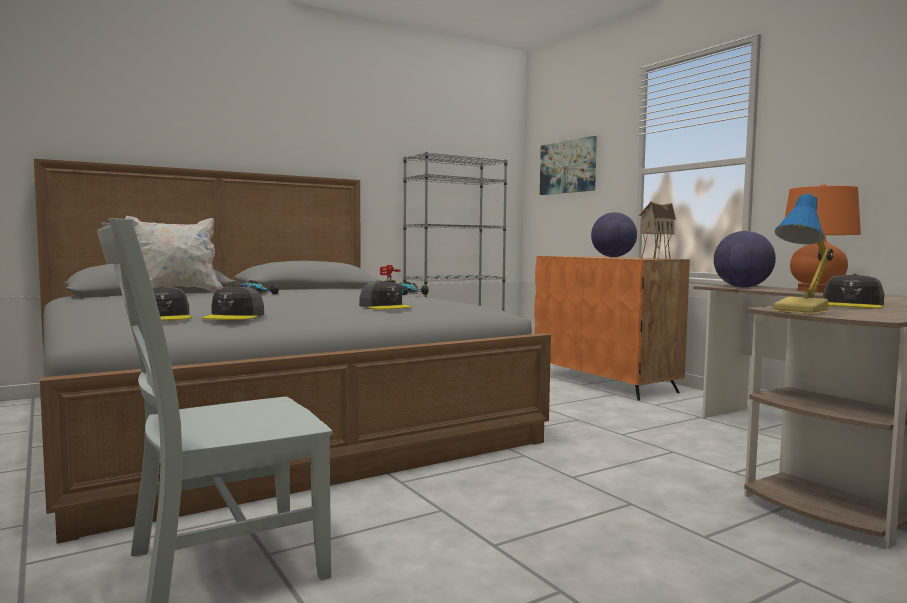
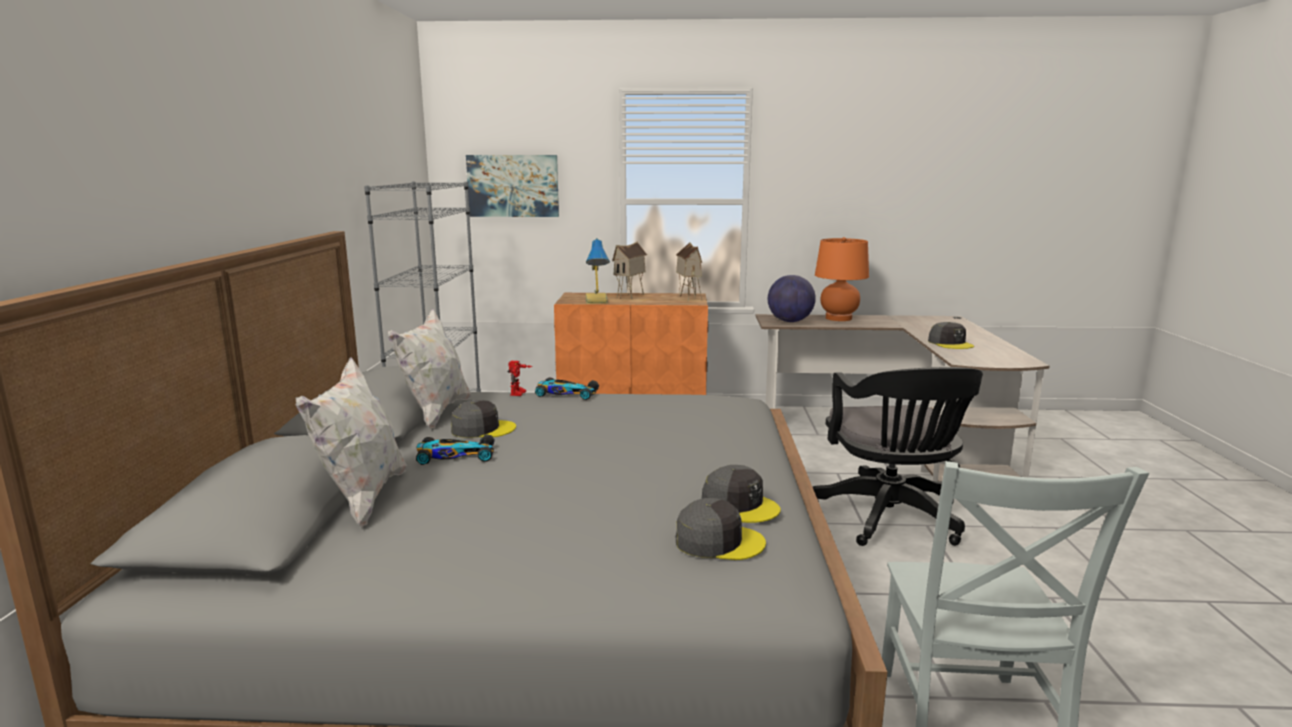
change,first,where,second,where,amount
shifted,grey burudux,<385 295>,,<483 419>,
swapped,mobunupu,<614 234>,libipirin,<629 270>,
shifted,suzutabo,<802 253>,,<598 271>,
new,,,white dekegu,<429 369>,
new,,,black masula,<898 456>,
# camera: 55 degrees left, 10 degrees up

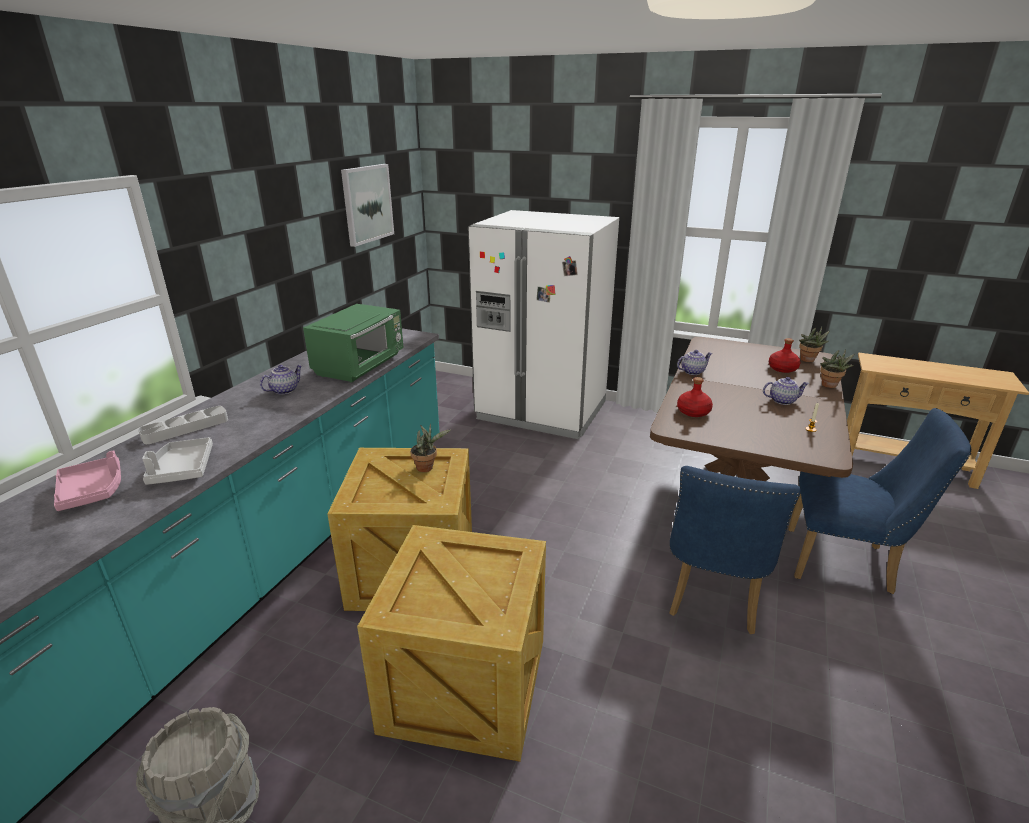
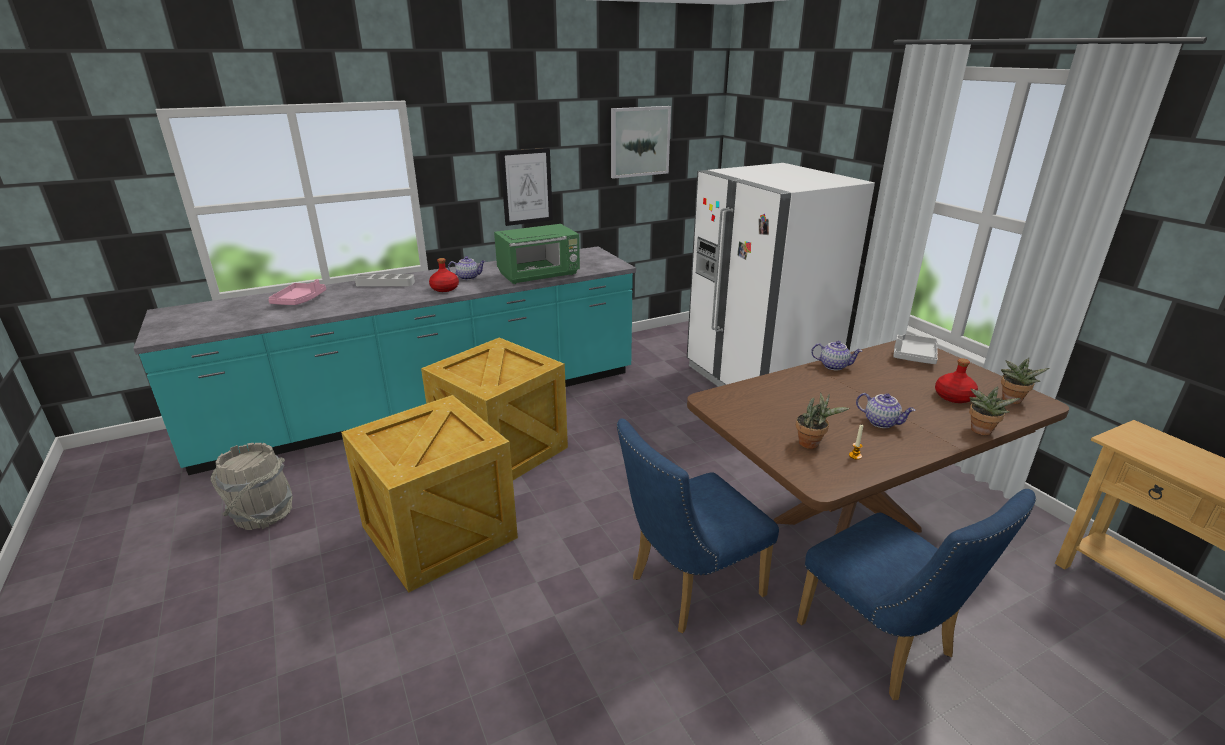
change,first,where,second,where,amount
shifted,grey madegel,<177 461>,,<915 349>,
shifted,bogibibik,<430 448>,,<822 420>,
shifted,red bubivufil,<695 397>,,<444 275>,
new,,,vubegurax,<526 187>,
# camera: 40 degrees right, 0 degrees up

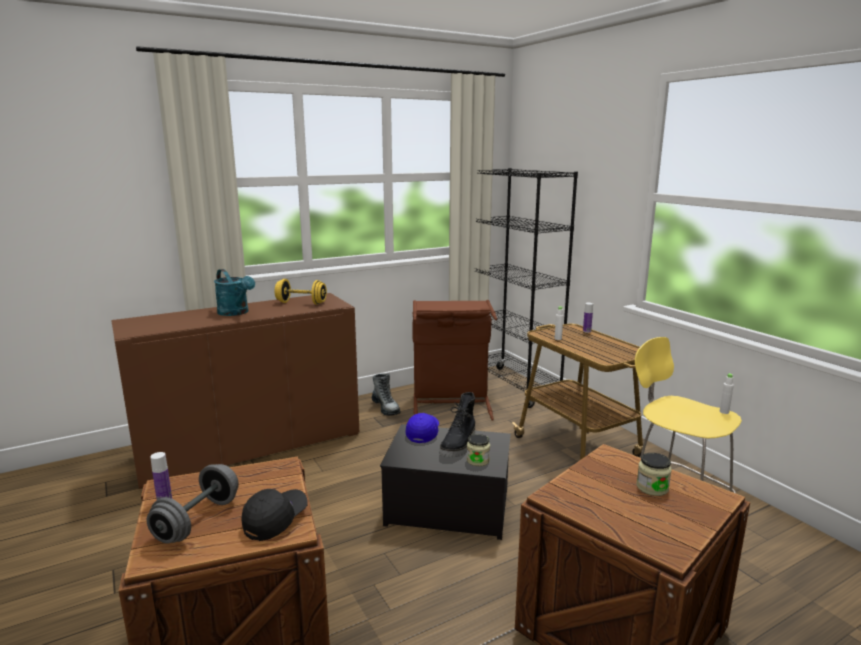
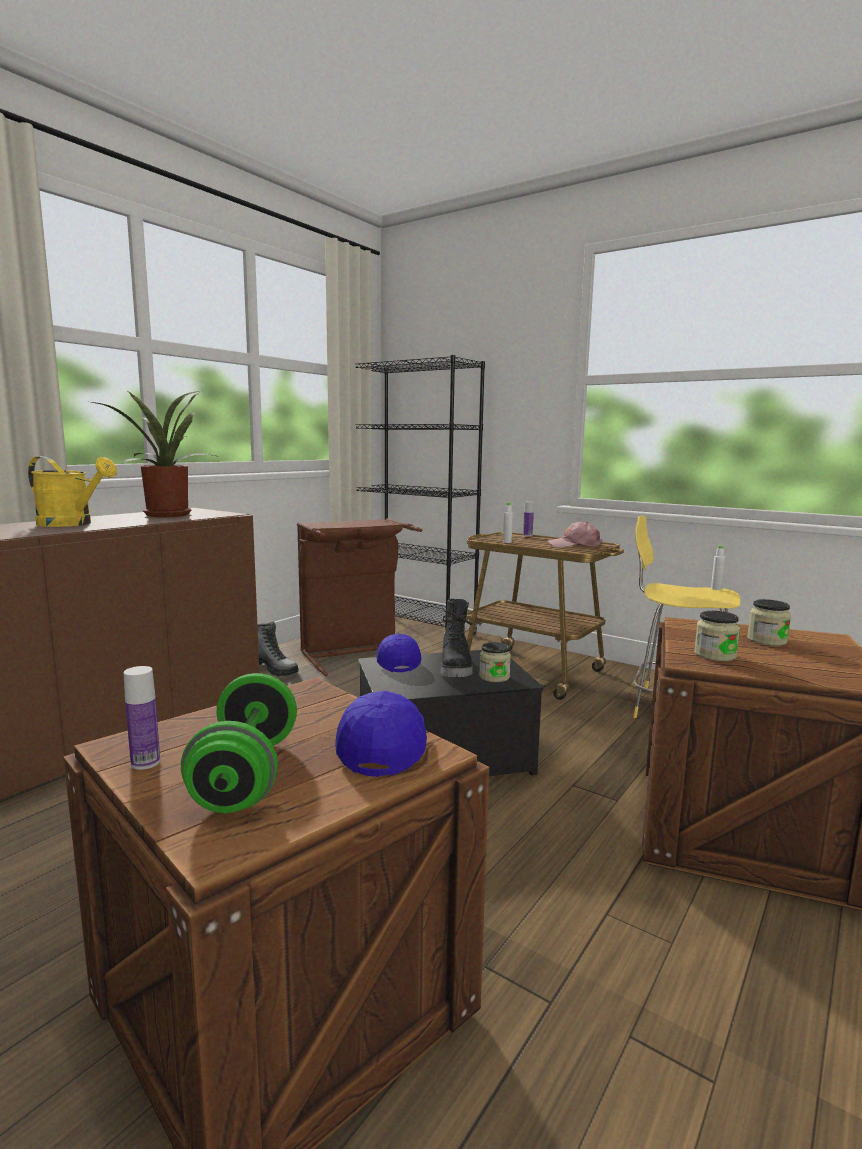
change,first,where,second,where,amount
repainted,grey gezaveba,<192 504>,green gezaveba,<239 743>,
repainted,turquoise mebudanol,<234 292>,yellow mebudanol,<72 491>,
repainted,black burudux,<274 515>,blue burudux,<381 734>,
swapped,yellow gezaveba,<301 292>,bogibibik,<156 453>,
new,,,pink burudux,<575 534>,
new,,,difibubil,<717 636>,
# camera: 25 degrees left, 5 degrees down

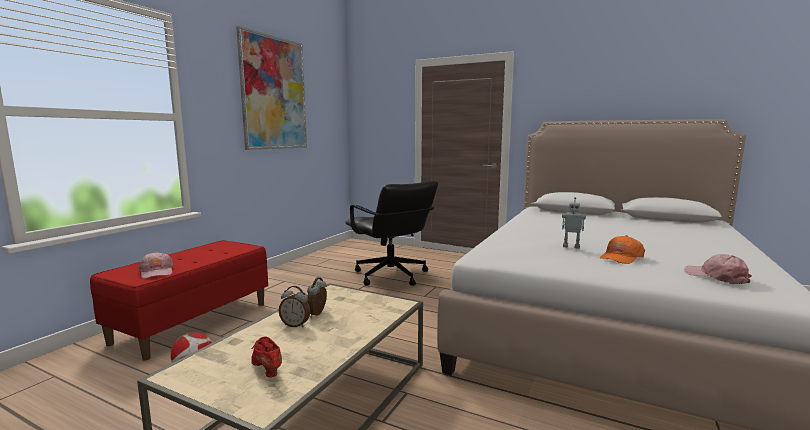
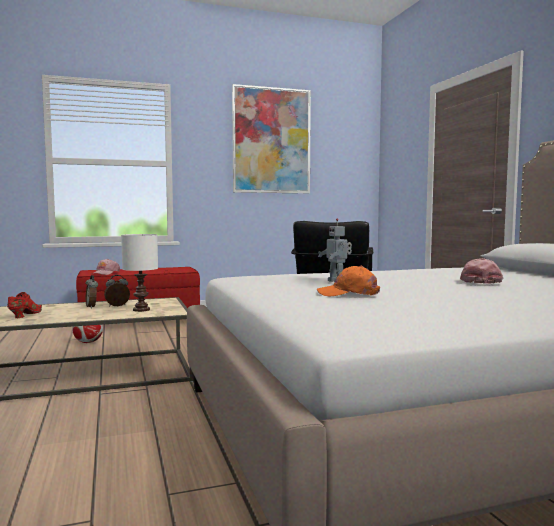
change,first,where,second,where,amount
shifted,pink burudux,<718 269>,,<481 271>,
new,,,white suzutabo,<139 273>,
# camera: 45 degrees right, 5 degrees down

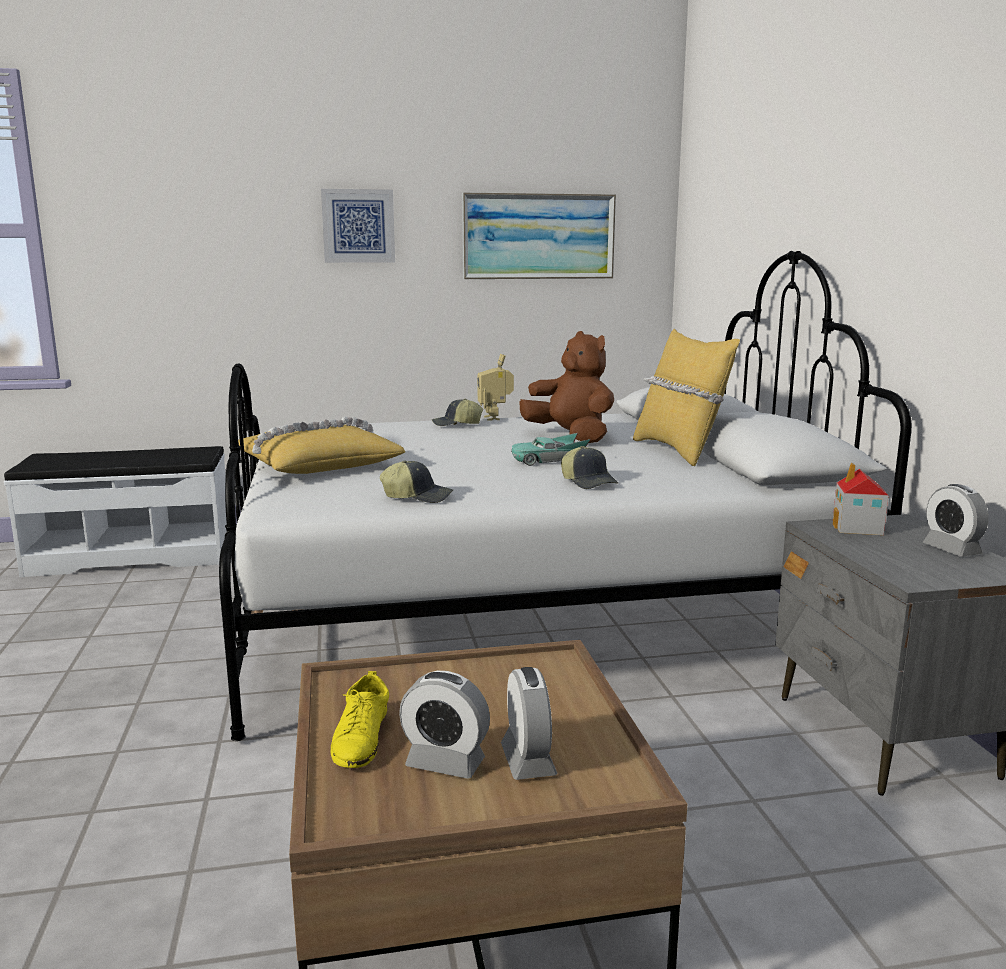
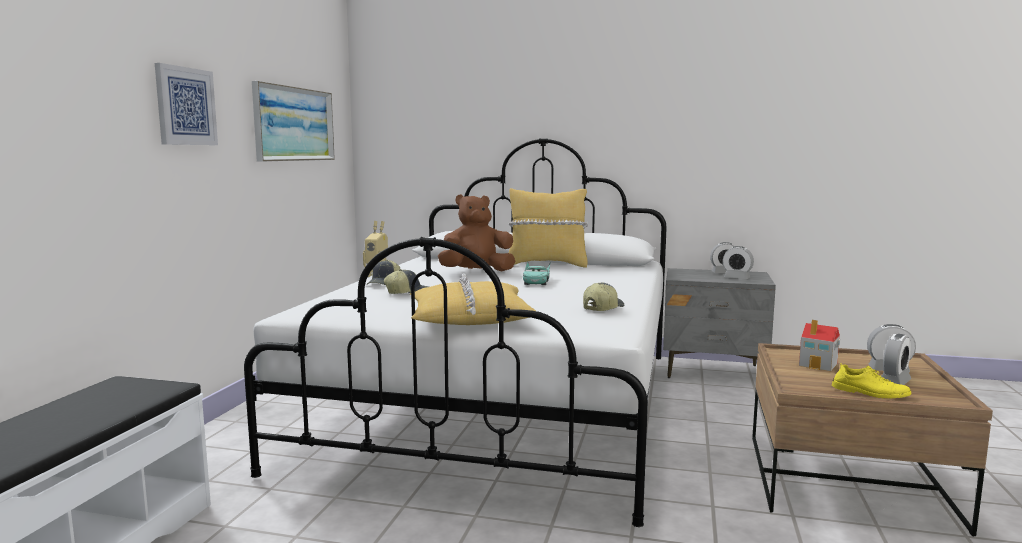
change,first,where,second,where,amount
shifted,burudux,<589 467>,,<406 281>,
shifted,libipirin,<861 499>,,<819 345>,
new,,,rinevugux,<738 262>,
# camera: 65 degrees left, 5 degrees down

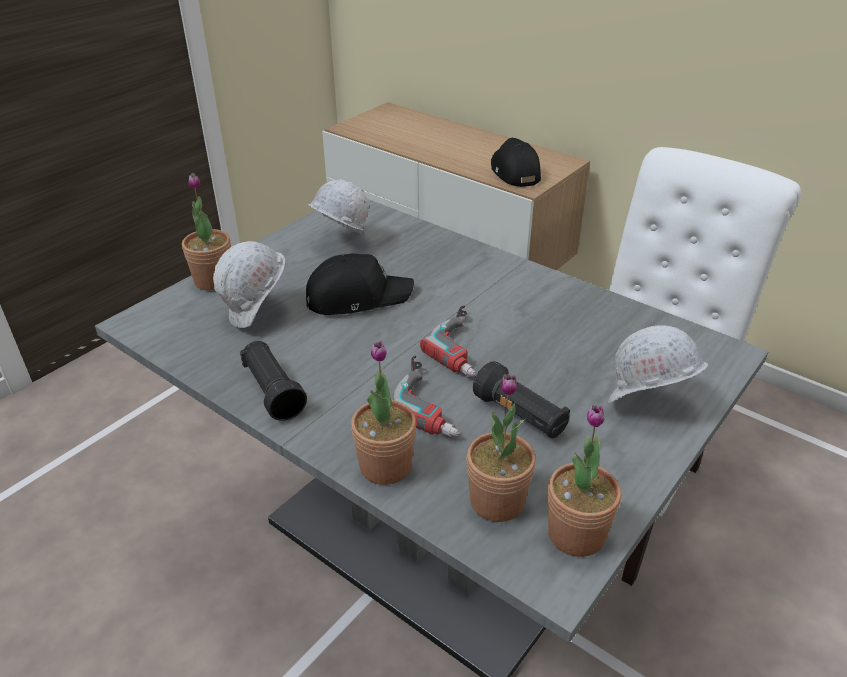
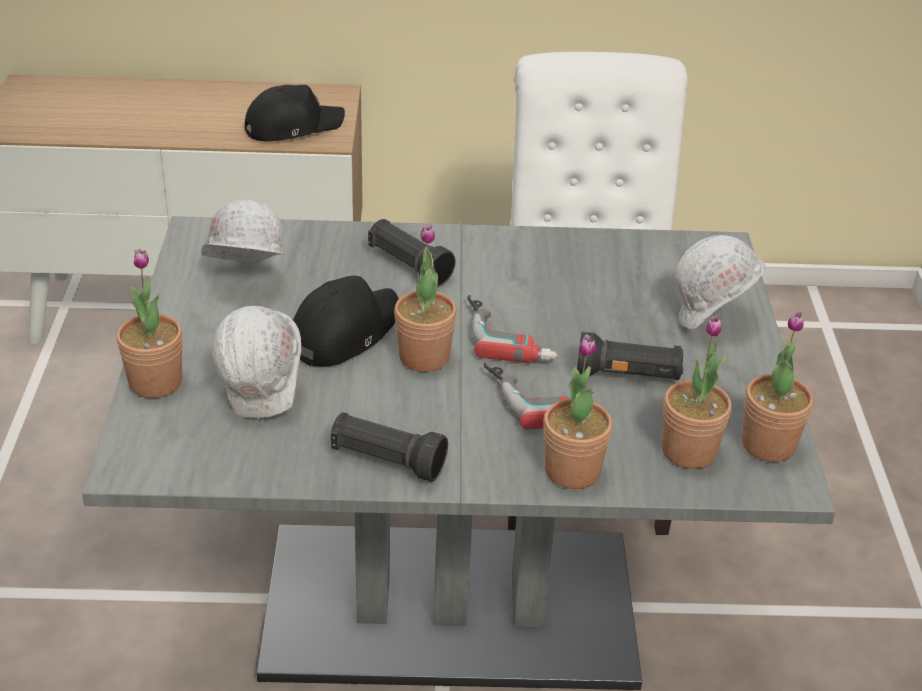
change,first,where,second,where,amount
rotated,black burudux,<516 162>,,<295 113>,120 degrees clockwise
new,,,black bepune,<412 253>,
new,,,bogibibik,<425 298>,
# camera: 40 degrees left, 0 degrees up

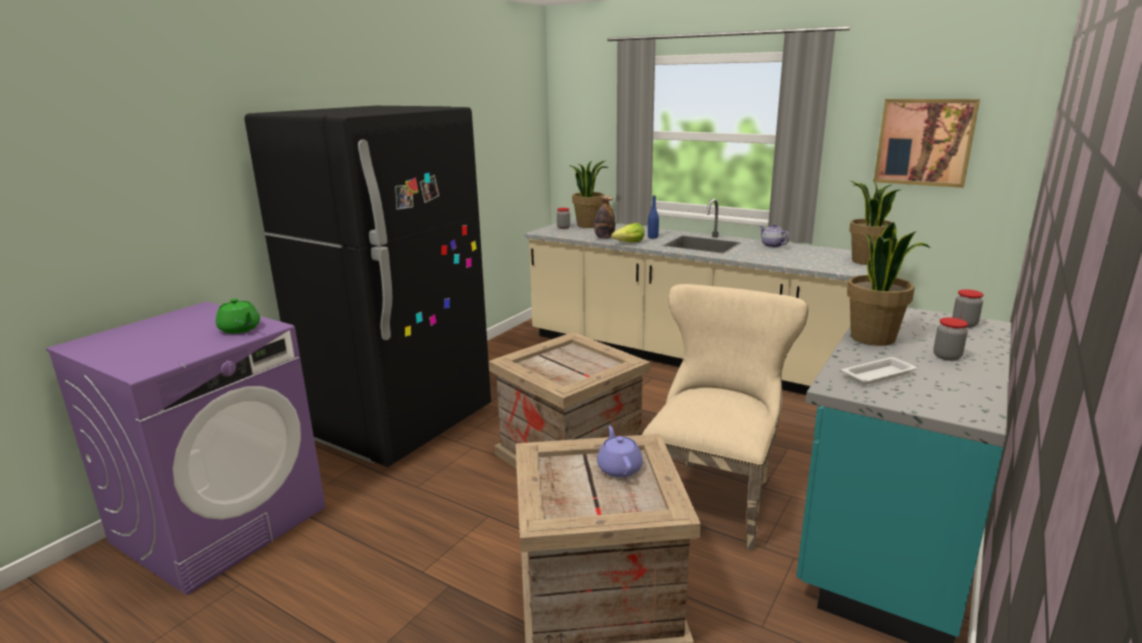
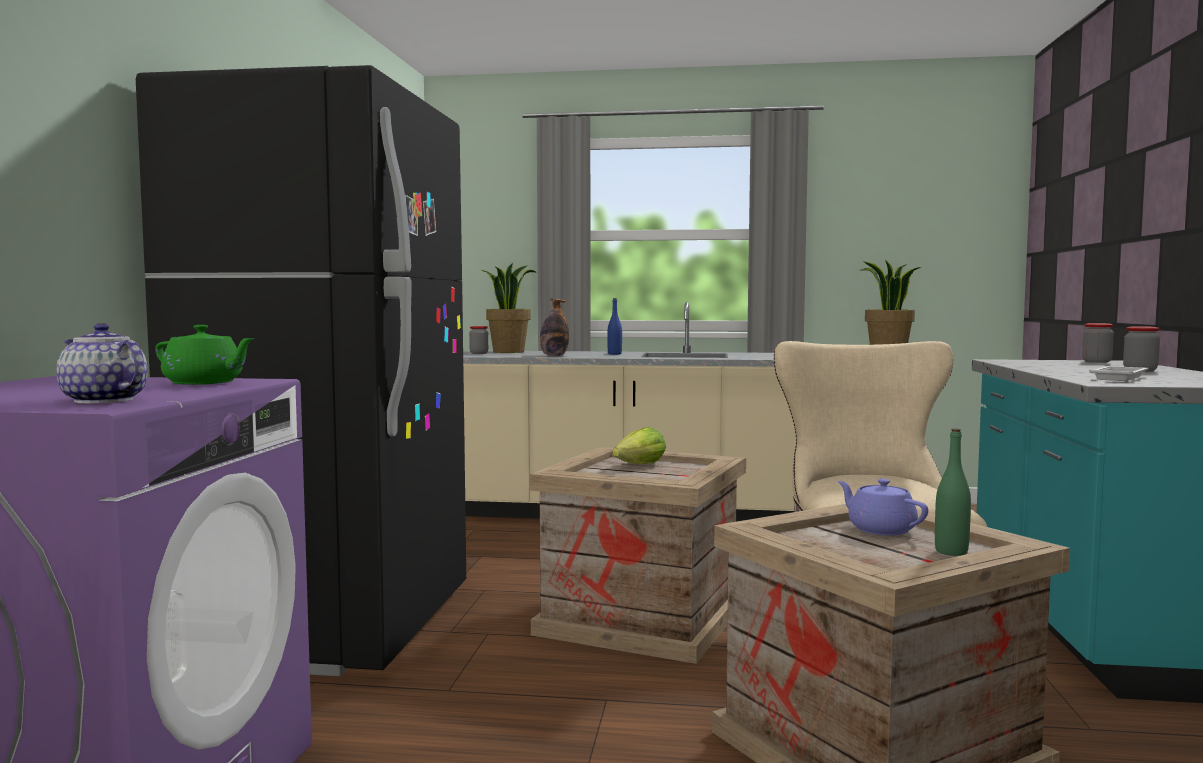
change,first,where,second,where,amount
shifted,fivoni,<628 233>,,<639 445>,
shifted,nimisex,<774 236>,,<102 363>,
gone,bogibibik,<888 284>,,,
gone,vubegurax,<927 143>,,,
new,,,green bubivufil,<953 492>,
# camera: 25 degrees left, 15 degrees down

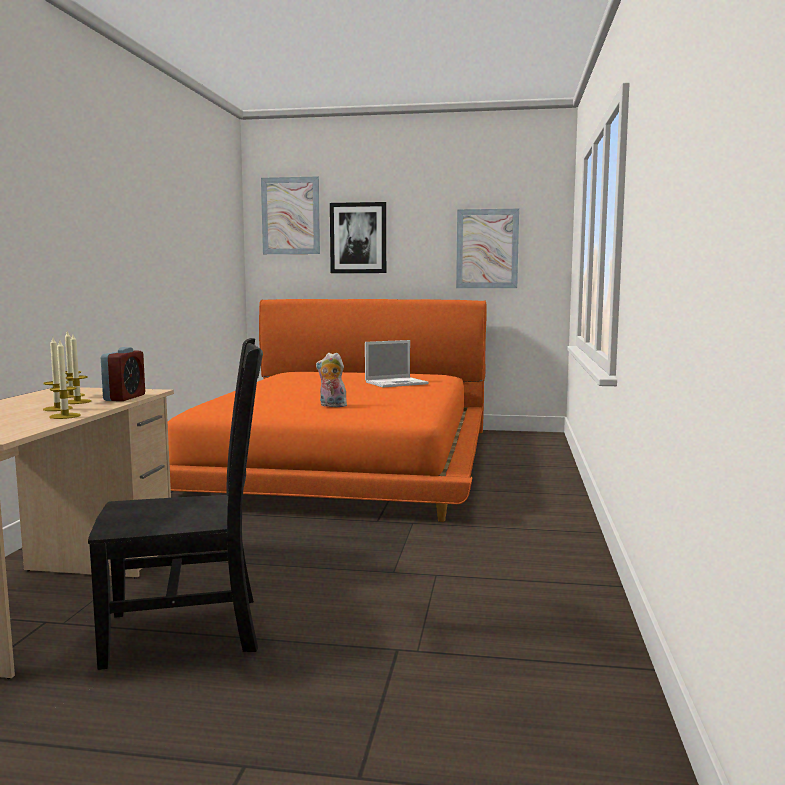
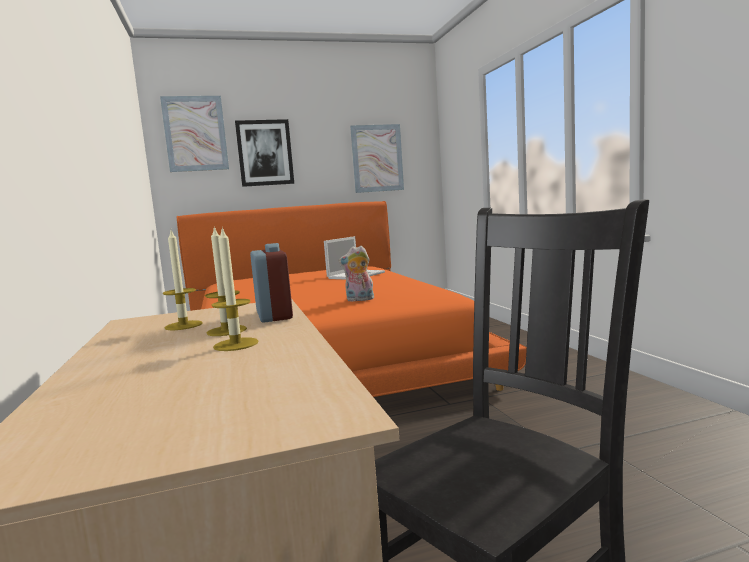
change,first,where,second,where,amount
gone,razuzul,<65 379>,,,
# camera: 25 degrees left, 0 degrees up

